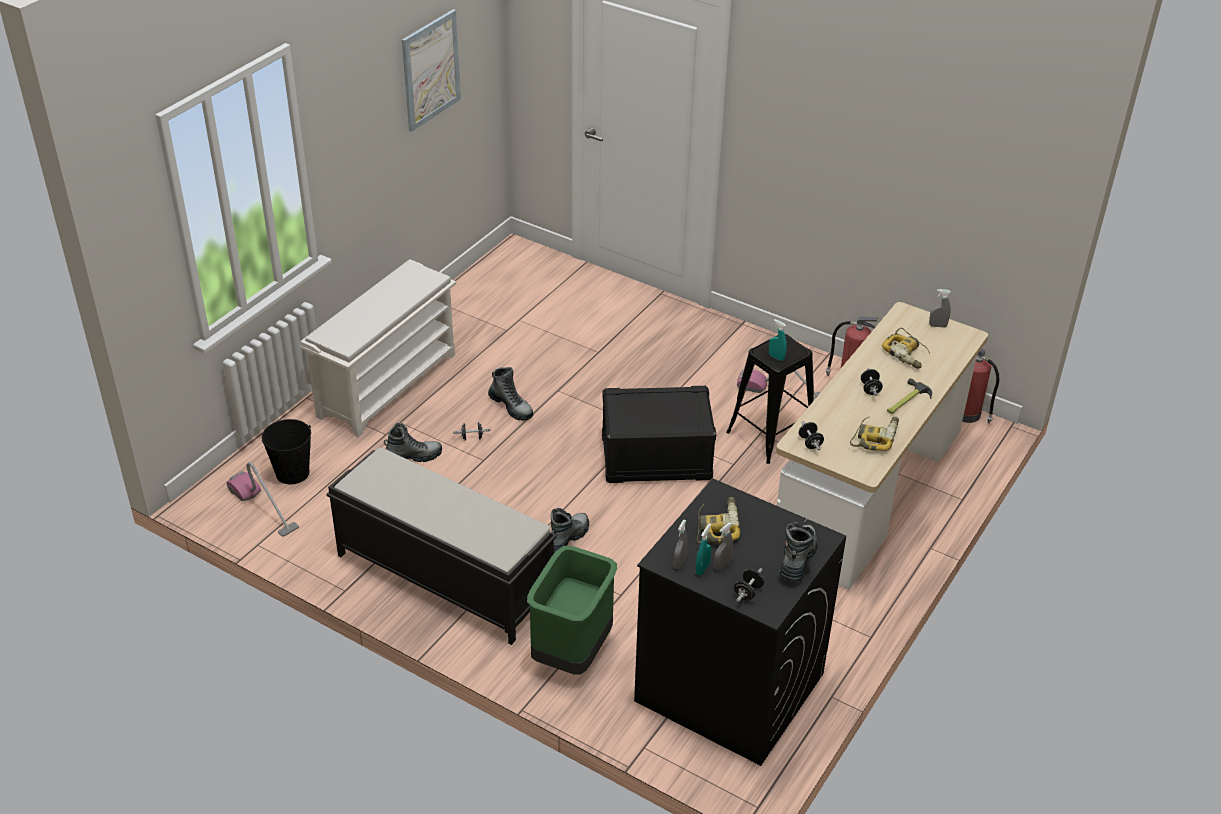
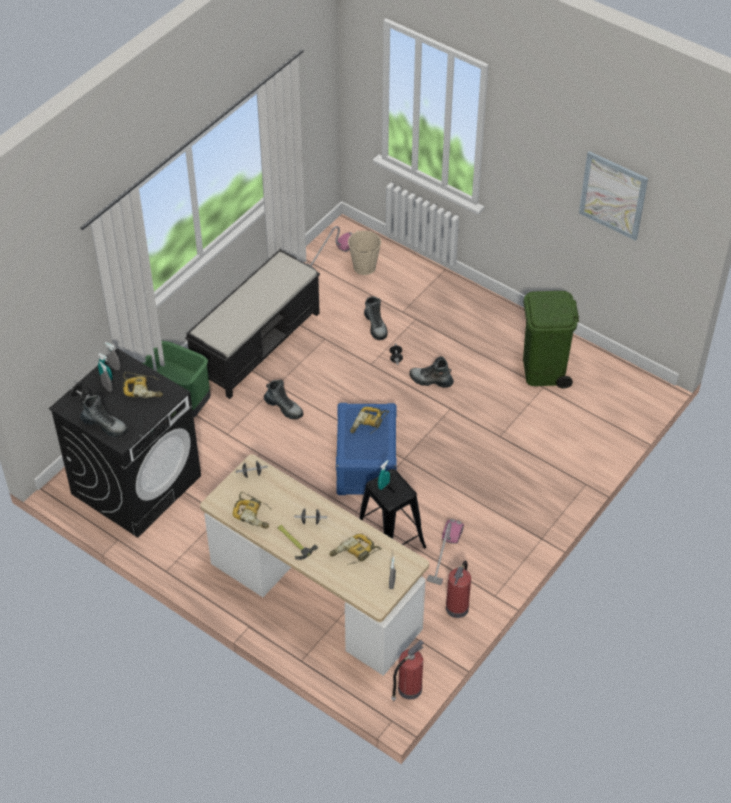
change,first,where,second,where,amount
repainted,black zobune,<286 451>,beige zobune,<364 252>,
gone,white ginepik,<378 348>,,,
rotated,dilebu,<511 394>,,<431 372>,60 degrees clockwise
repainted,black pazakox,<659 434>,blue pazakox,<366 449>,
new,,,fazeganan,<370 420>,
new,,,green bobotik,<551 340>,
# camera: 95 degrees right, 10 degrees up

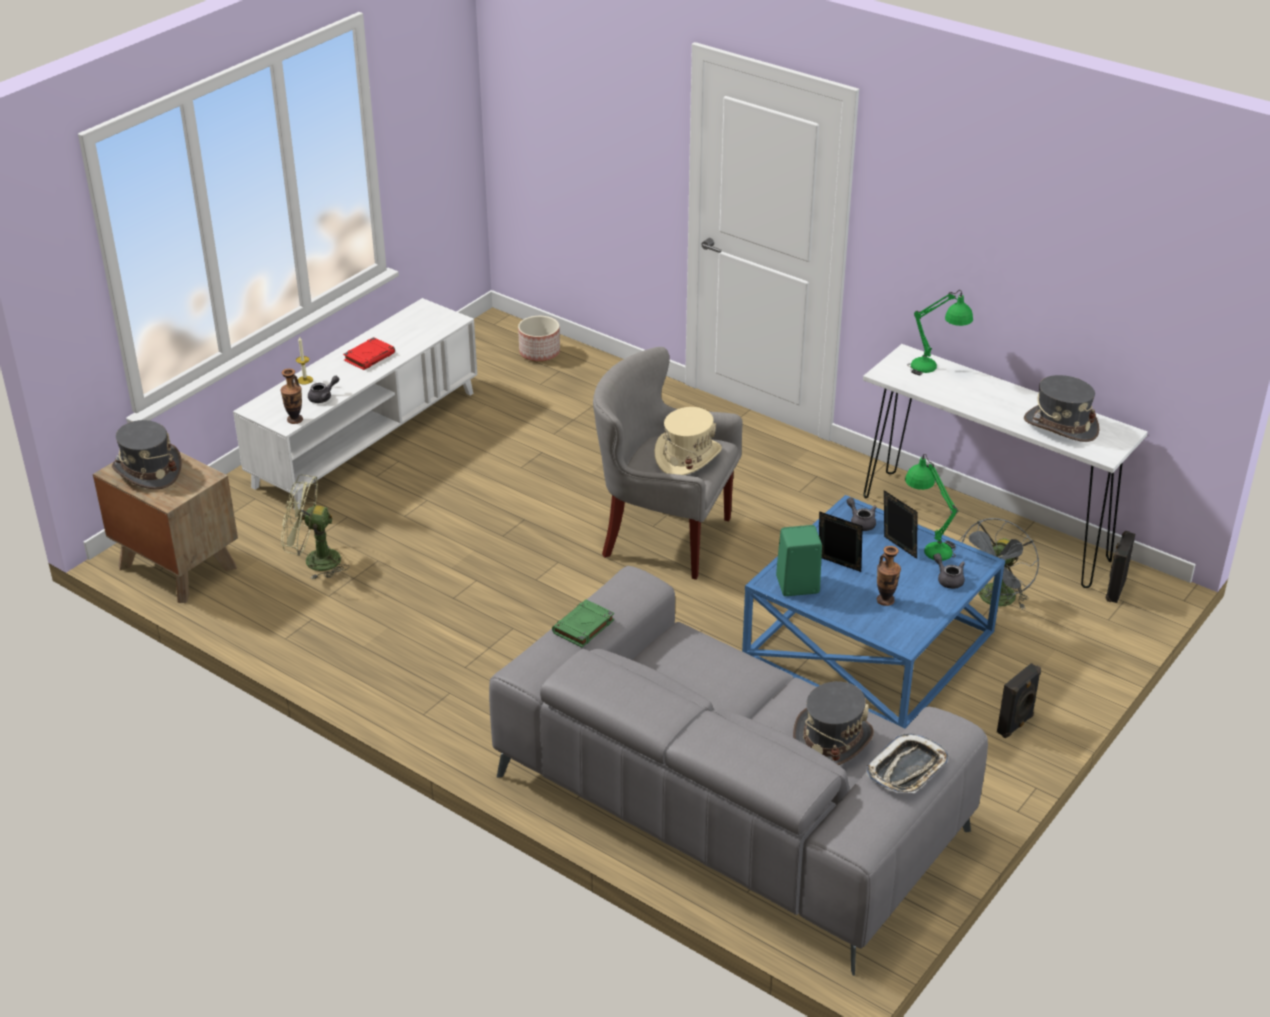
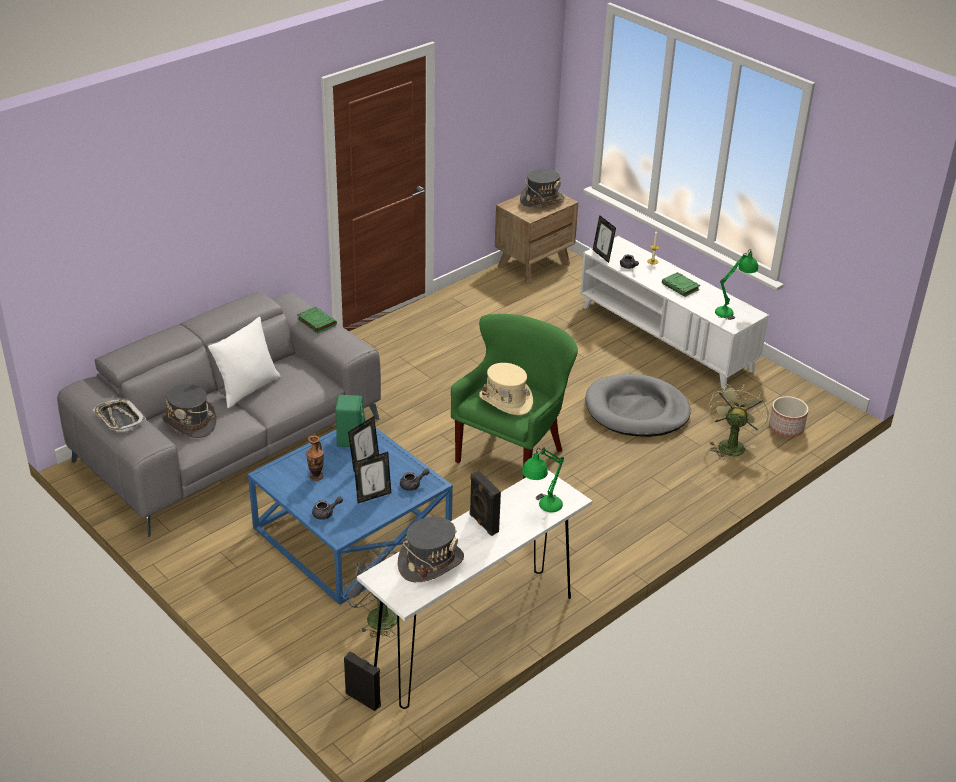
change,first,where,second,where,amount
swapped,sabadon,<291 396>,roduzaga,<604 239>,
shifted,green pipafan,<315 527>,,<739 422>,
repainted,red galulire,<369 353>,green galulire,<681 284>,
repainted,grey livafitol,<667 463>,green livafitol,<514 396>,
shifted,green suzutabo,<931 507>,,<736 284>,
shifted,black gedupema,<1019 700>,,<485 503>,
new,,,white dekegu,<244 363>,
new,,,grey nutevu,<638 405>,
# camera: 100 degrees right, 0 degrees up

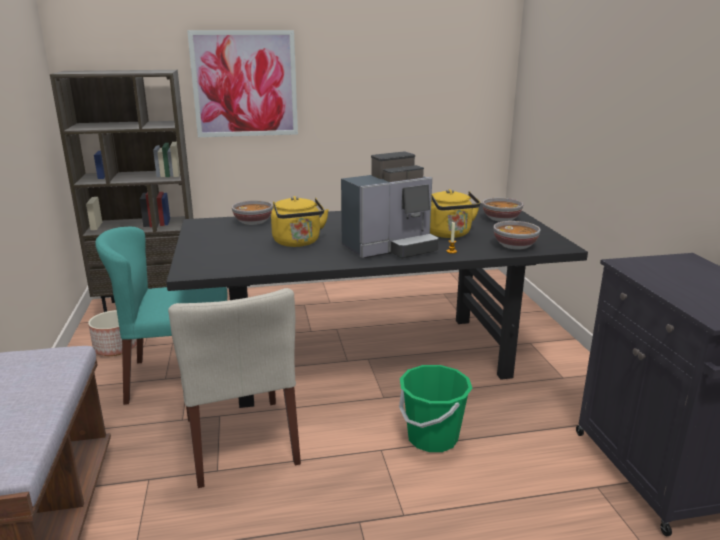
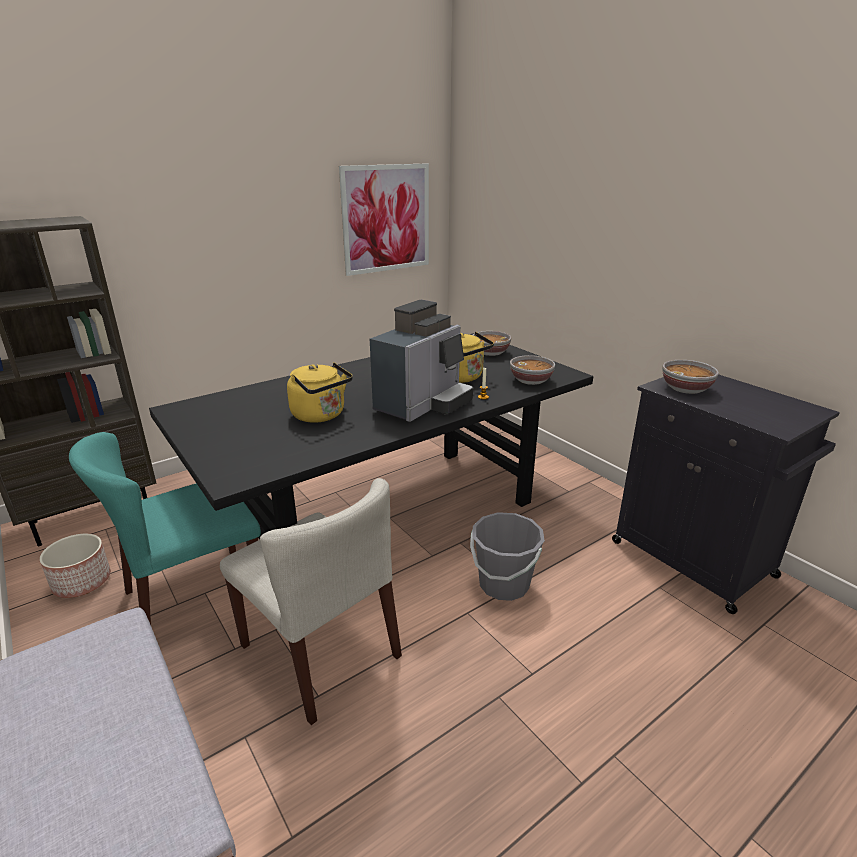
change,first,where,second,where,amount
shifted,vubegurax,<242 83>,,<384 219>,
shifted,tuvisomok,<252 212>,,<690 377>,
repainted,green zobune,<435 408>,grey zobune,<507 556>,
# camera: 25 degrees left, 5 degrees up

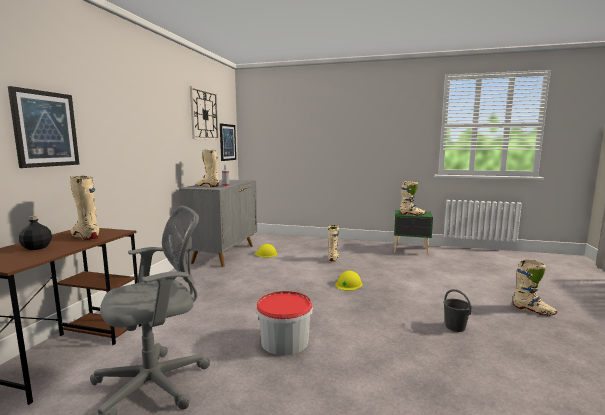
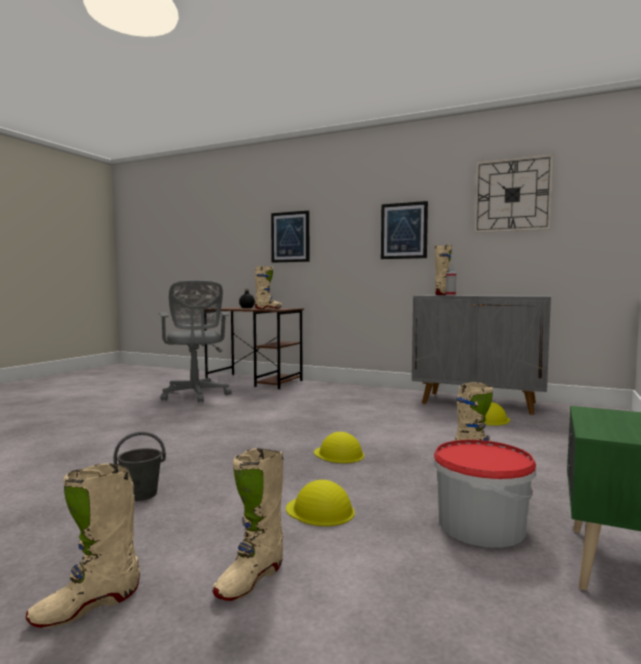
change,first,where,second,where,amount
shifted,vubegurax,<228 142>,,<404 230>,
shifted,zobune,<284 323>,,<484 494>,
shifted,beige dilebu,<413 198>,,<247 524>,
new,,,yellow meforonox,<320 503>,
# camera: 100 degrees right, 5 degrees down

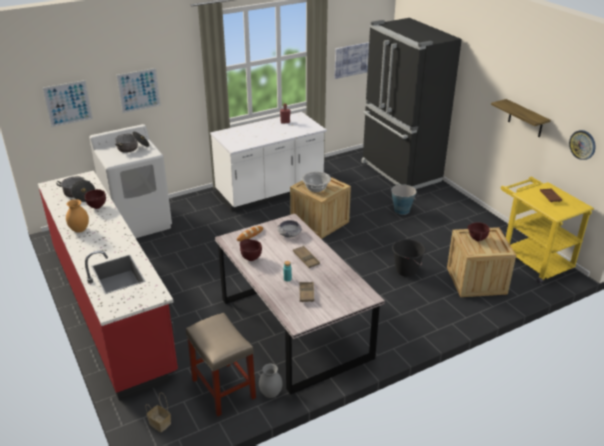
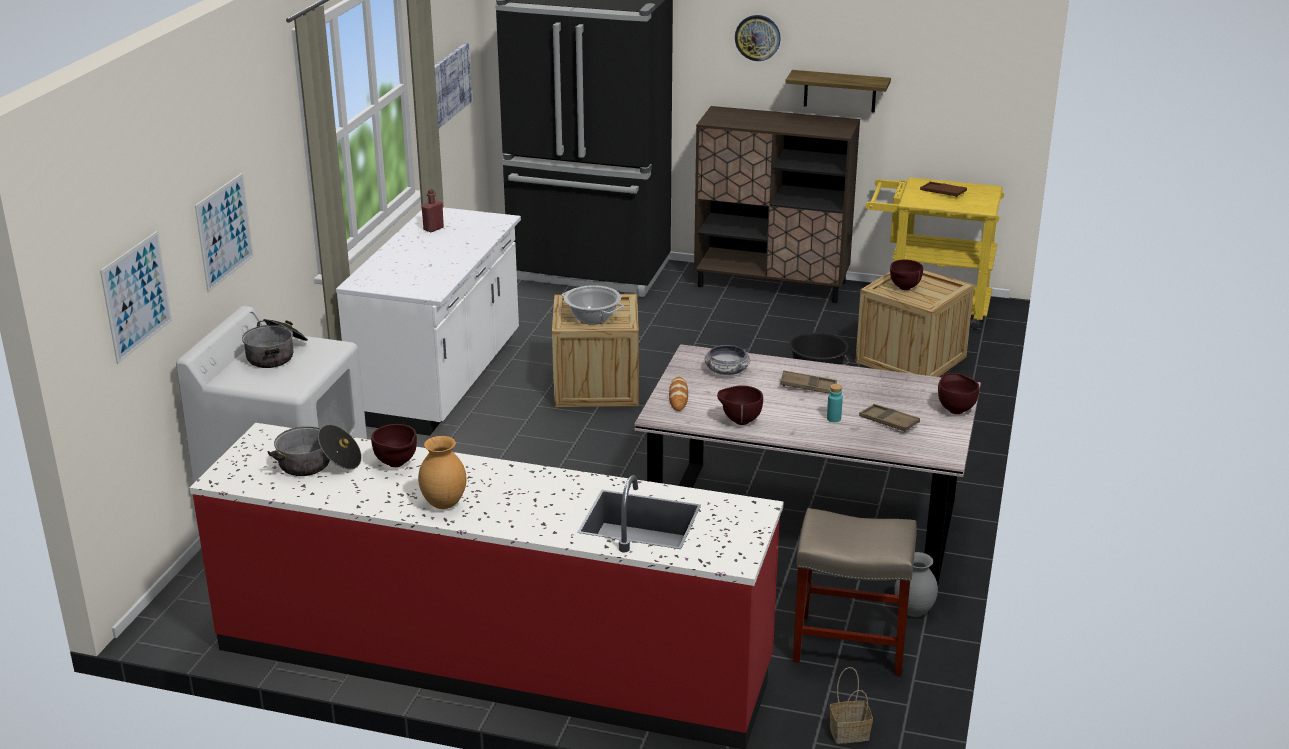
change,first,where,second,where,amount
gone,zobune,<404 199>,,,
shifted,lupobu,<582 145>,,<758 38>,
new,,,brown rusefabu,<777 204>,
new,,,brown tuvisomok,<958 393>,
# camera: 45 degrees left, 5 degrees down

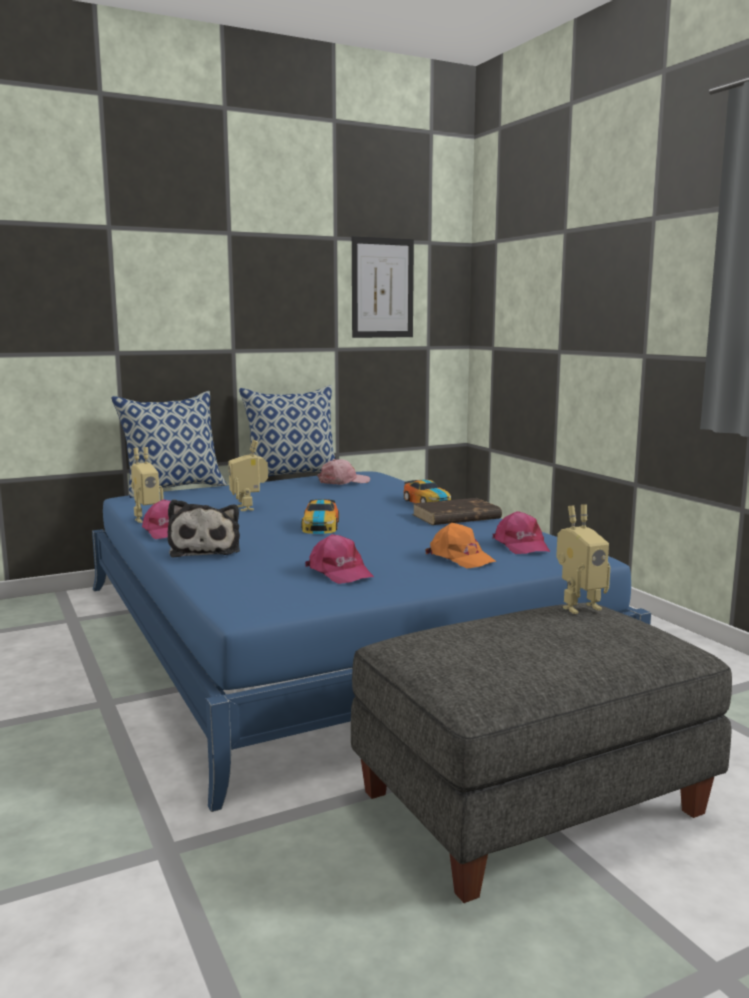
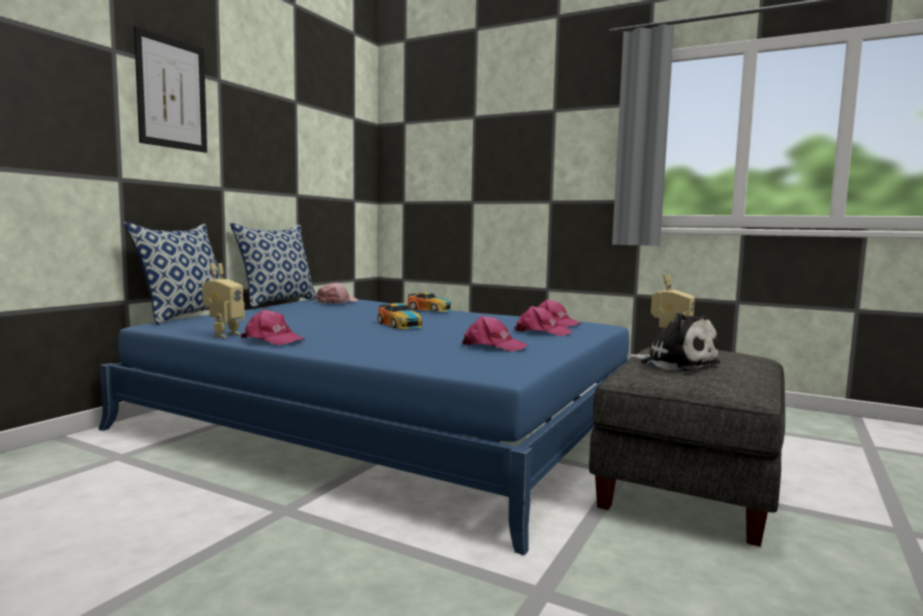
change,first,where,second,where,amount
shifted,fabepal,<204 528>,,<673 342>,
gone,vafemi,<248 475>,,,
shifted,vubegurax,<383 287>,,<170 89>,
gone,brown galulire,<457 511>,,,
repainted,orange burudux,<460 546>,pink burudux,<543 321>,
# camera: 35 degrees left, 5 degrees down

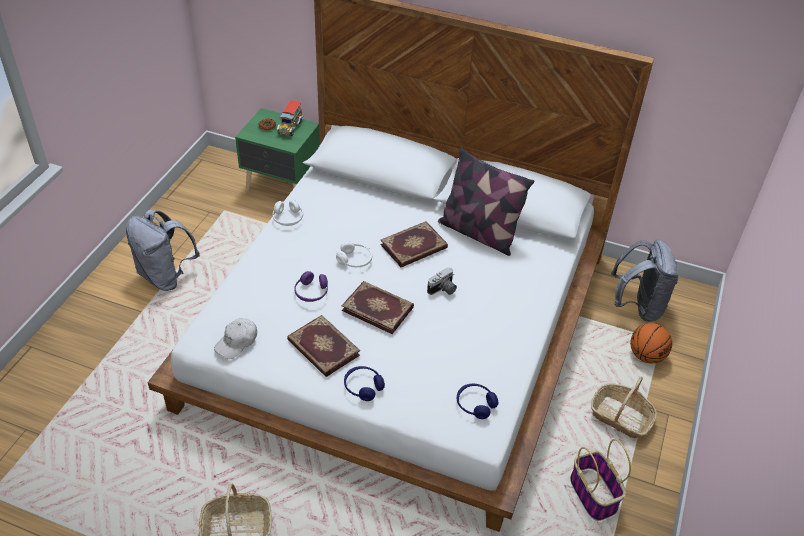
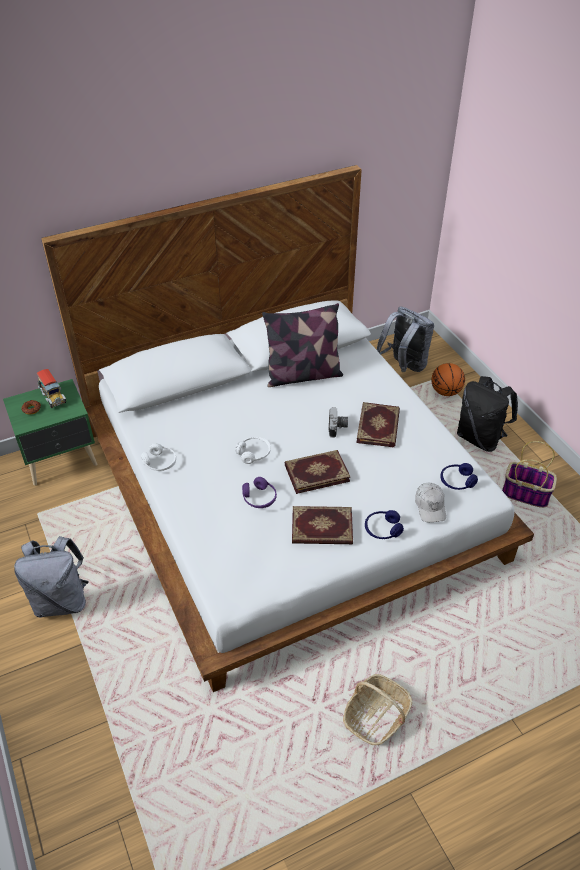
change,first,where,second,where,amount
shifted,white burudux,<235 339>,,<430 502>,
shifted,galulire,<414 244>,,<378 424>,
swapped,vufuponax,<624 407>,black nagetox,<487 414>,
# camera: 45 degrees left, 0 degrees up

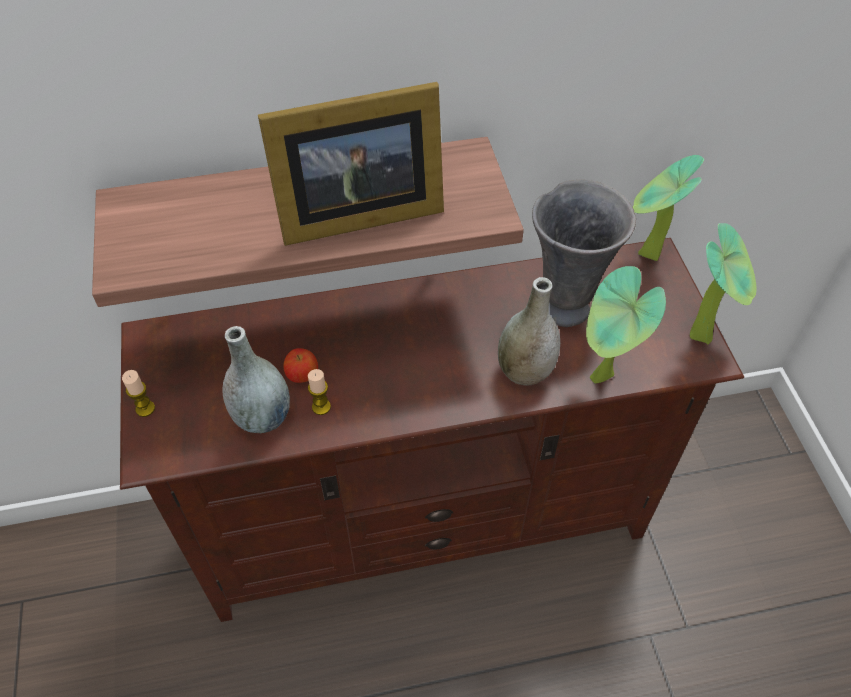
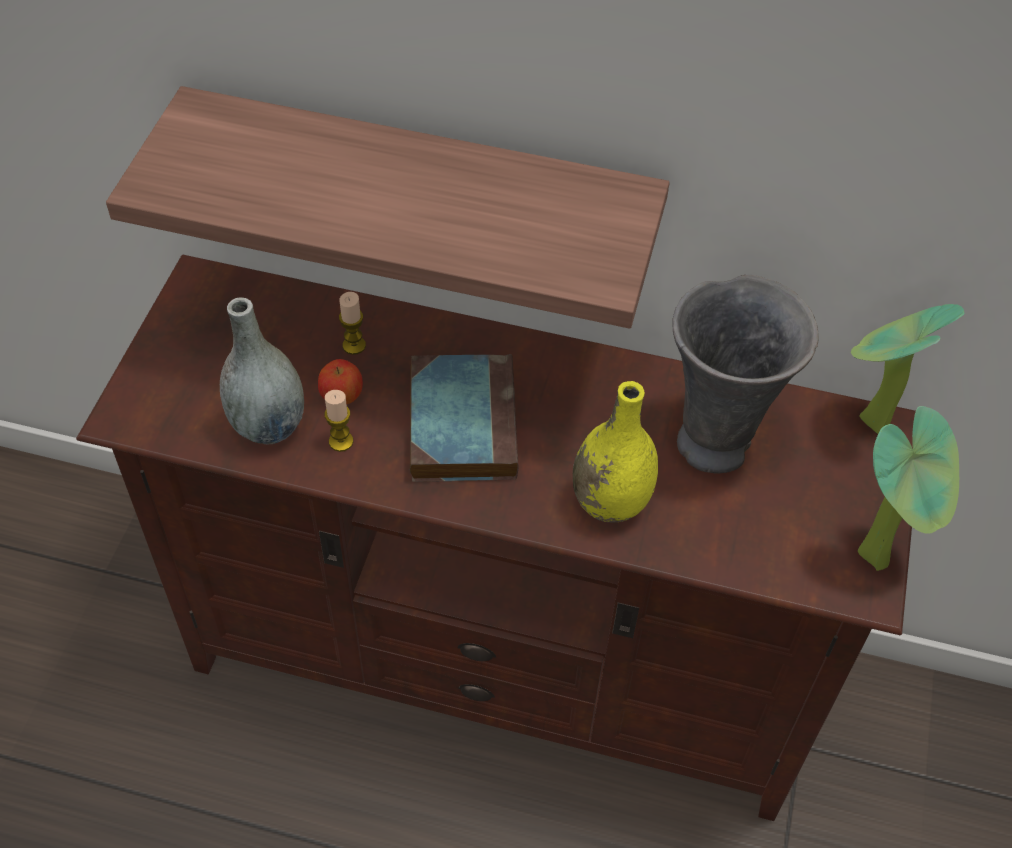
change,first,where,second,where,amount
shifted,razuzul,<138 393>,,<352 323>,
gone,roduzaga,<351 164>,,,
repainted,grey sabadon,<529 331>,yellow sabadon,<615 451>,
gone,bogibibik,<626 325>,,,
new,,,galulire,<464 418>,
# camera: 25 degrees right, 0 degrees up

